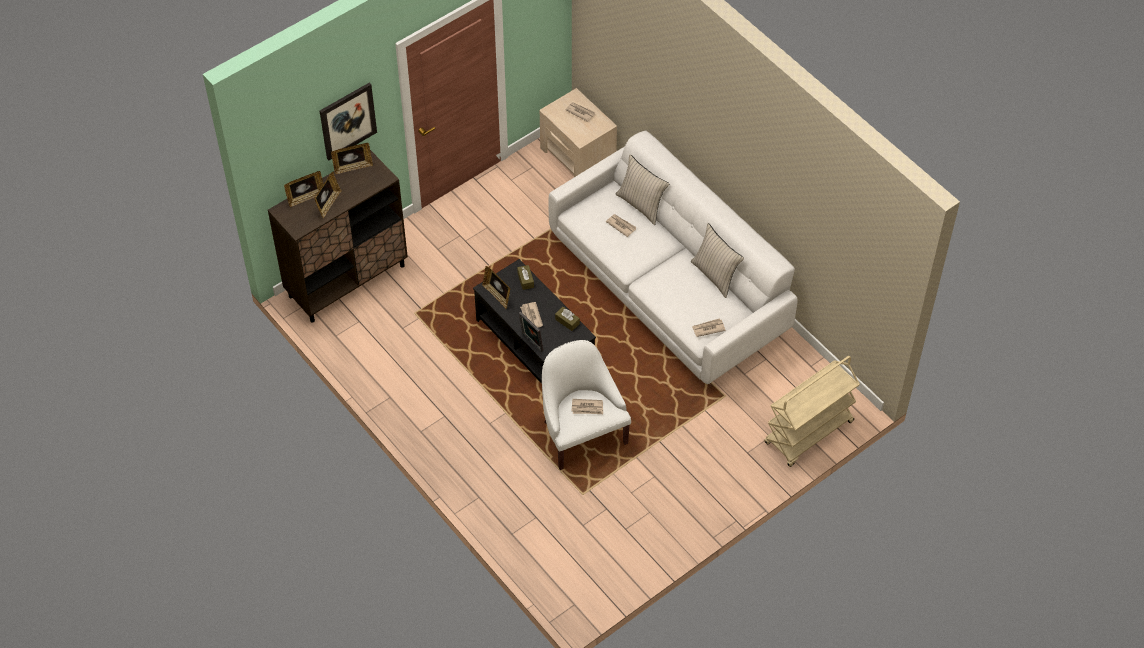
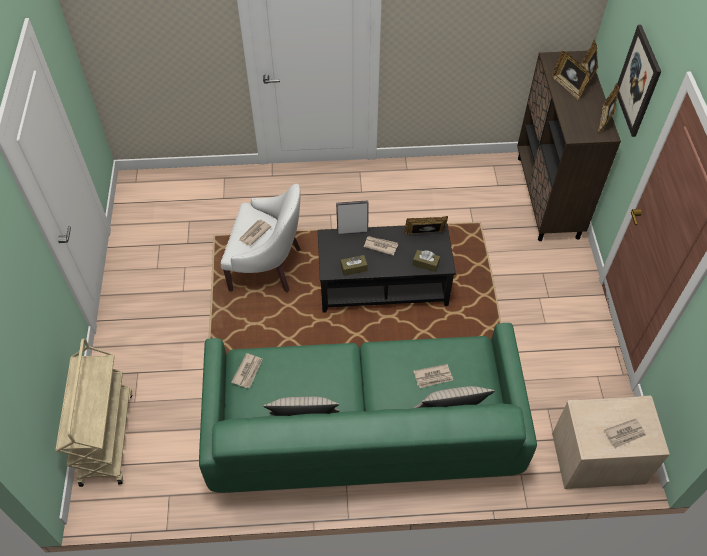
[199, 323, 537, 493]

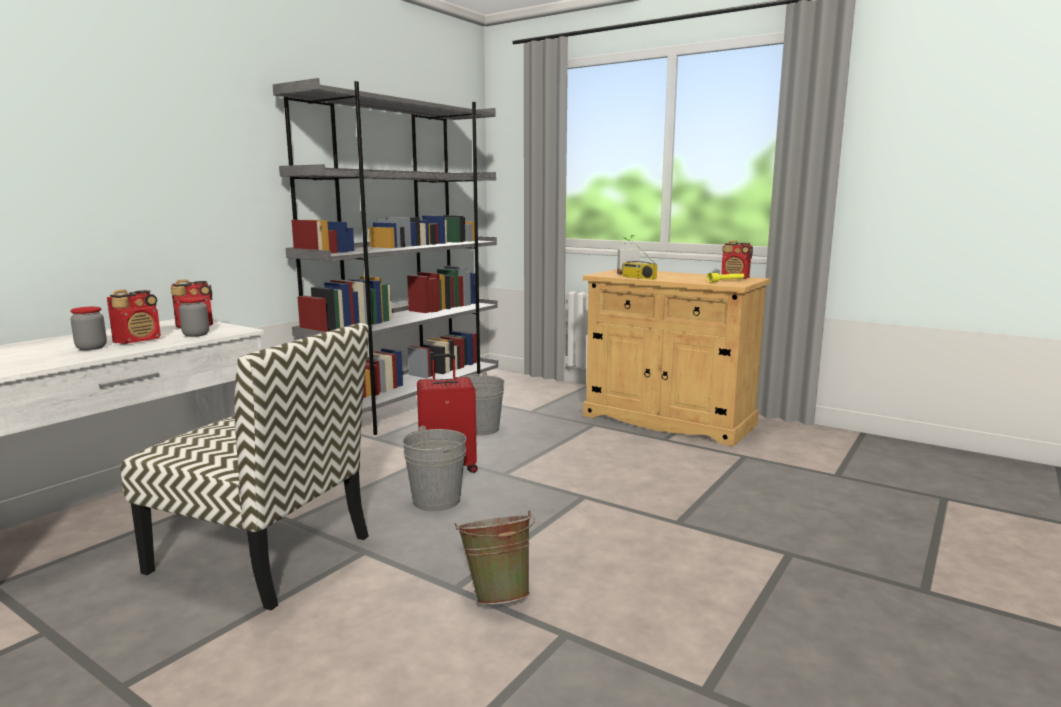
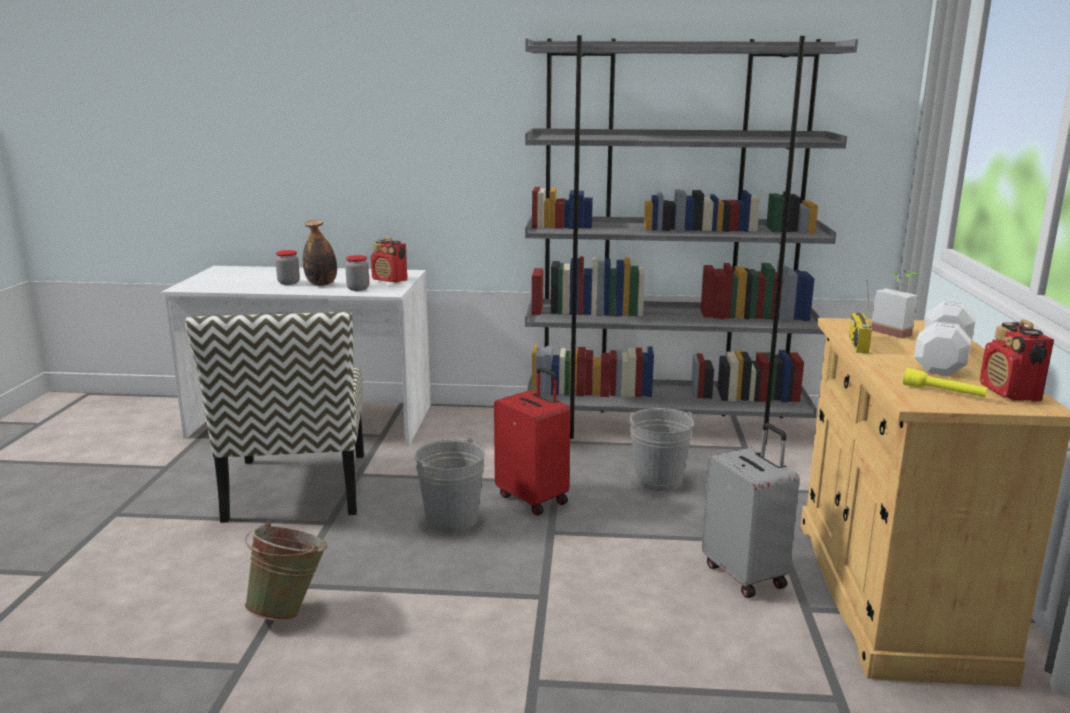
[303, 220, 337, 286]
[702, 423, 800, 598]
[914, 301, 976, 376]

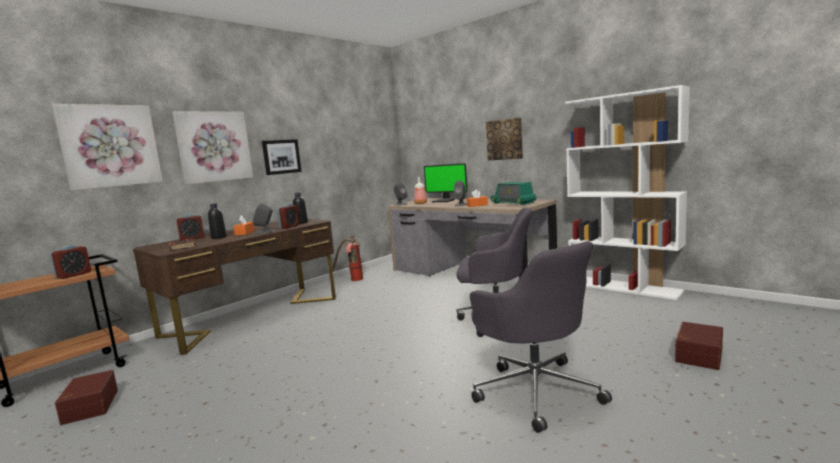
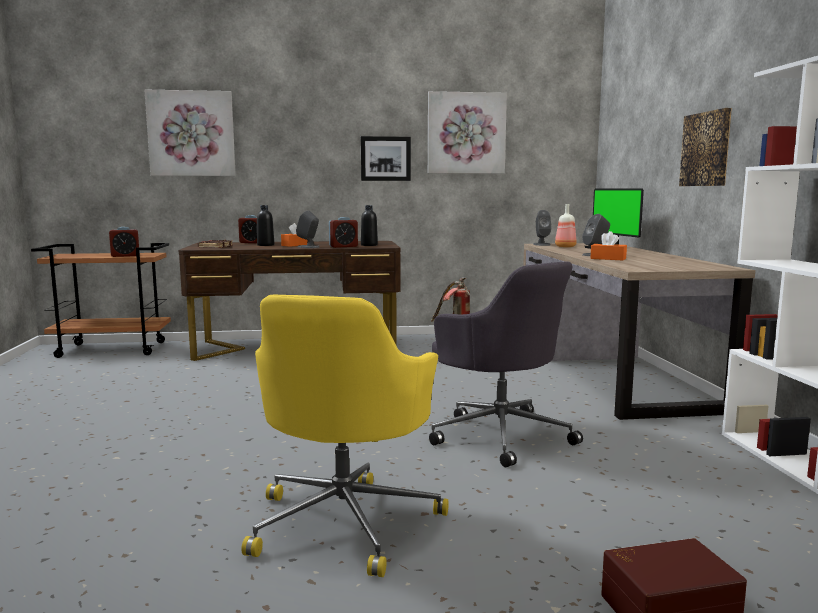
[55, 370, 118, 425] (first image)
[428, 91, 507, 174]
[242, 295, 449, 577]
[490, 182, 536, 205] (first image)

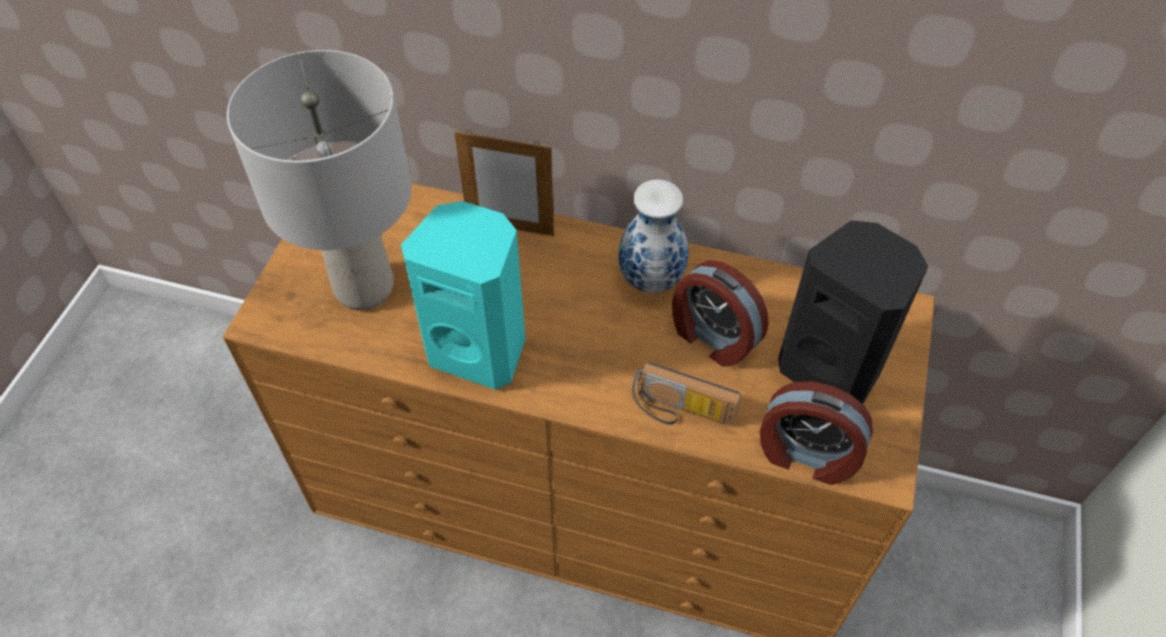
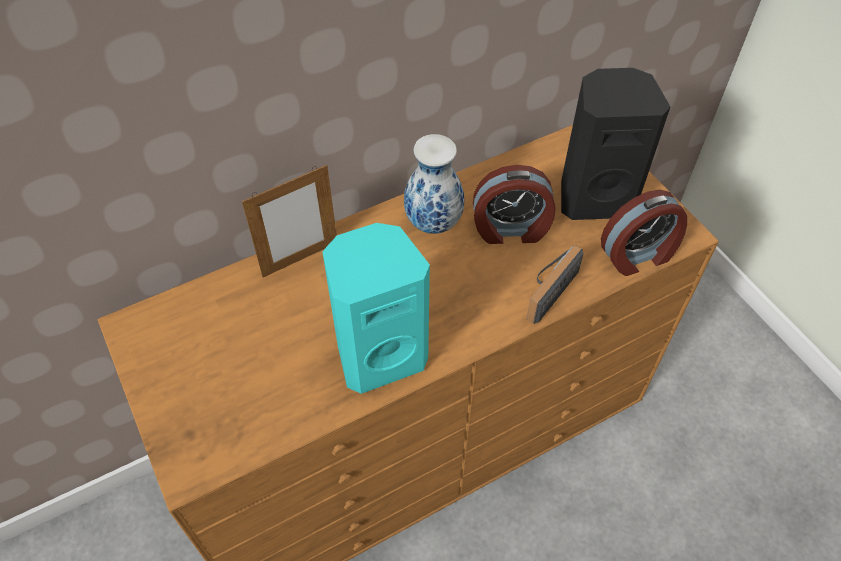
[227, 50, 412, 311] (first image)
[526, 245, 584, 324]

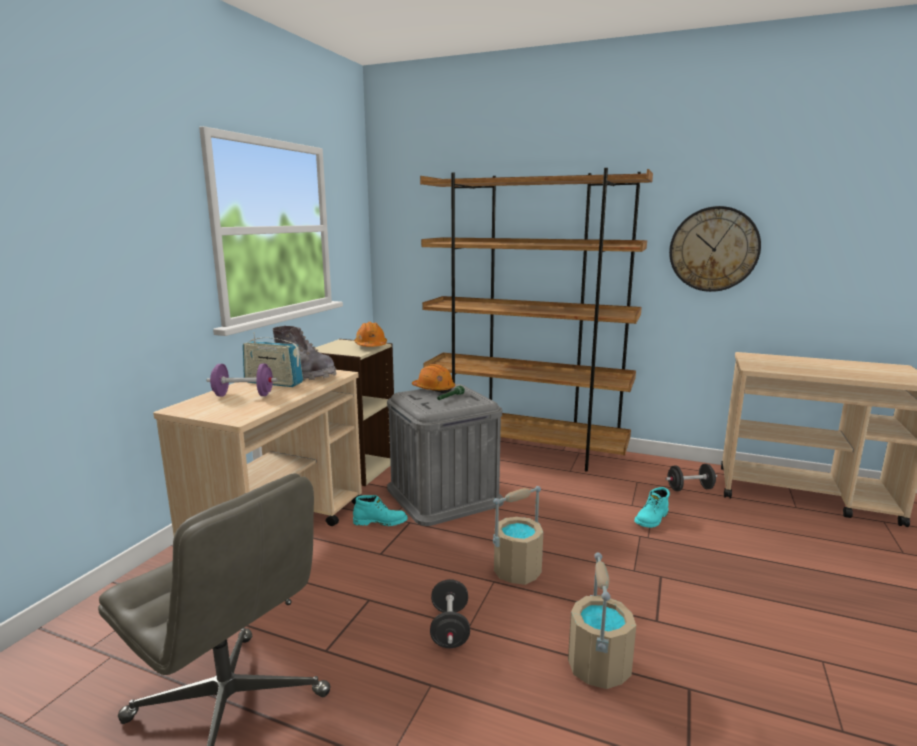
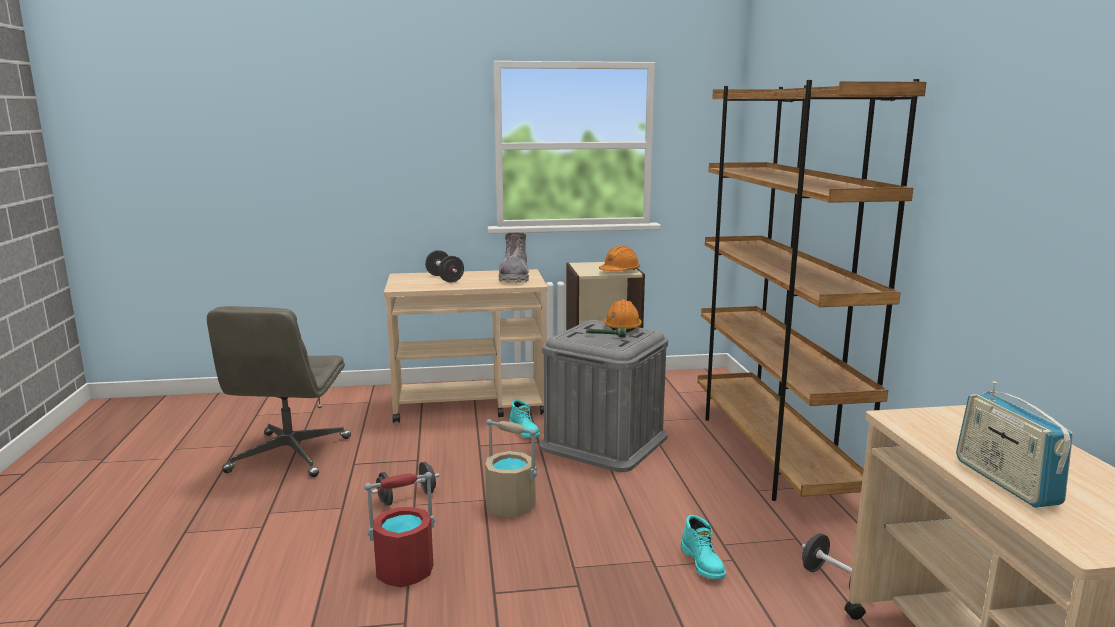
[425, 250, 464, 282]
[956, 381, 1073, 508]
[364, 472, 435, 587]
[681, 515, 726, 579]
[669, 206, 761, 292] (first image)

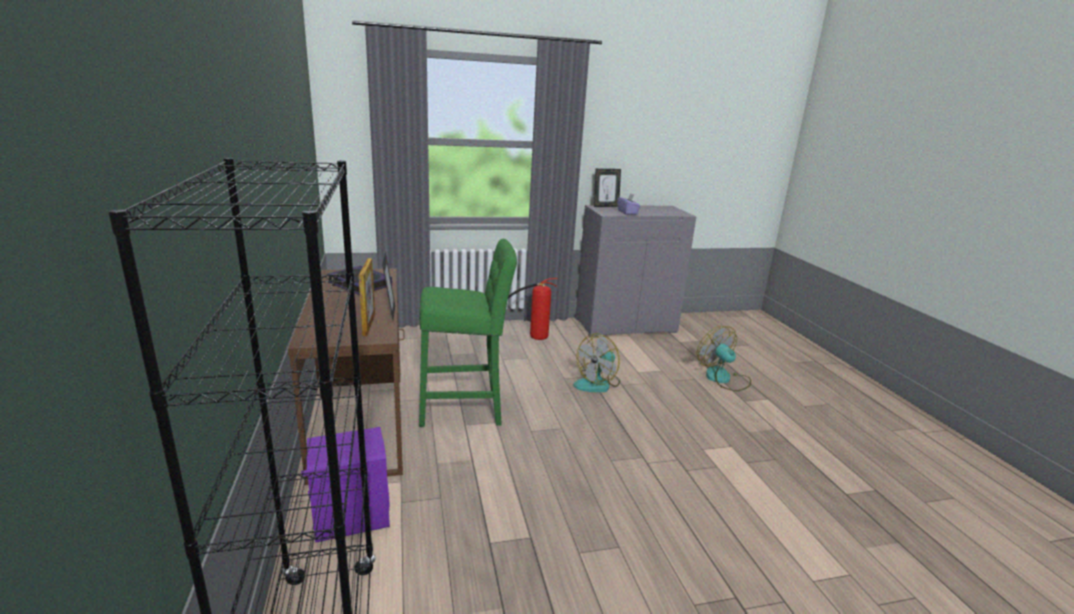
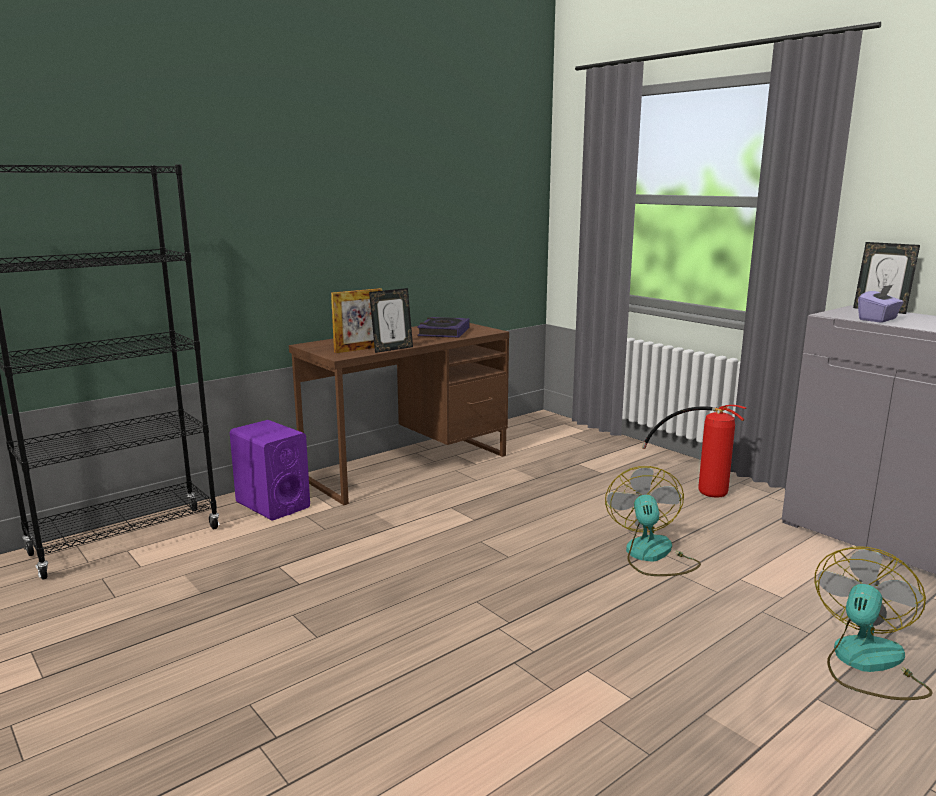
[419, 239, 517, 427] (first image)
[605, 466, 701, 576]

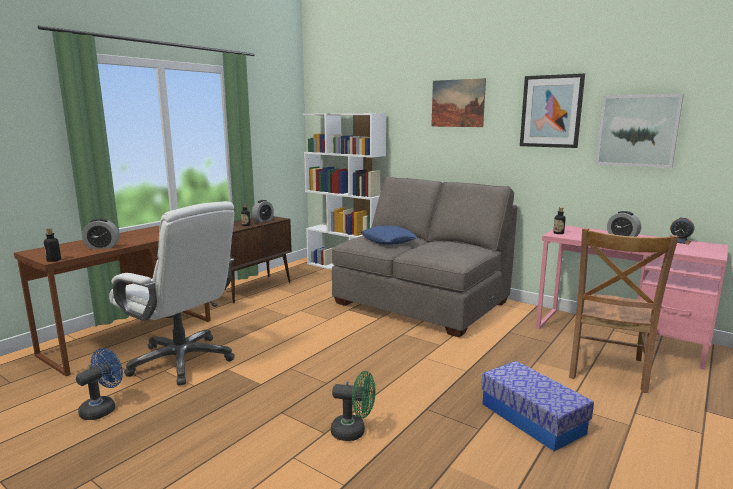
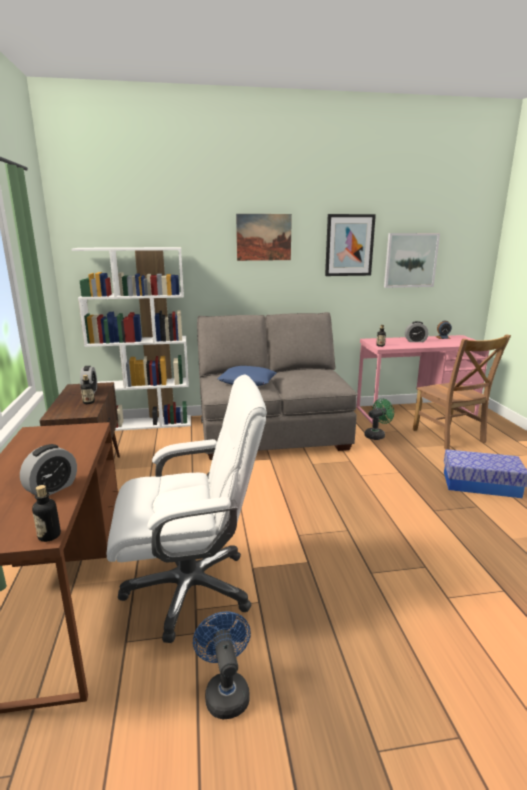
[364, 398, 394, 440]

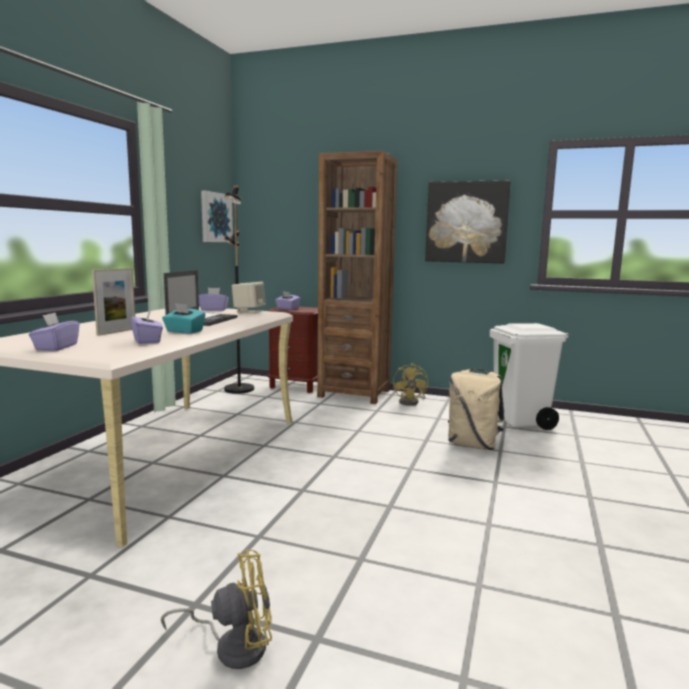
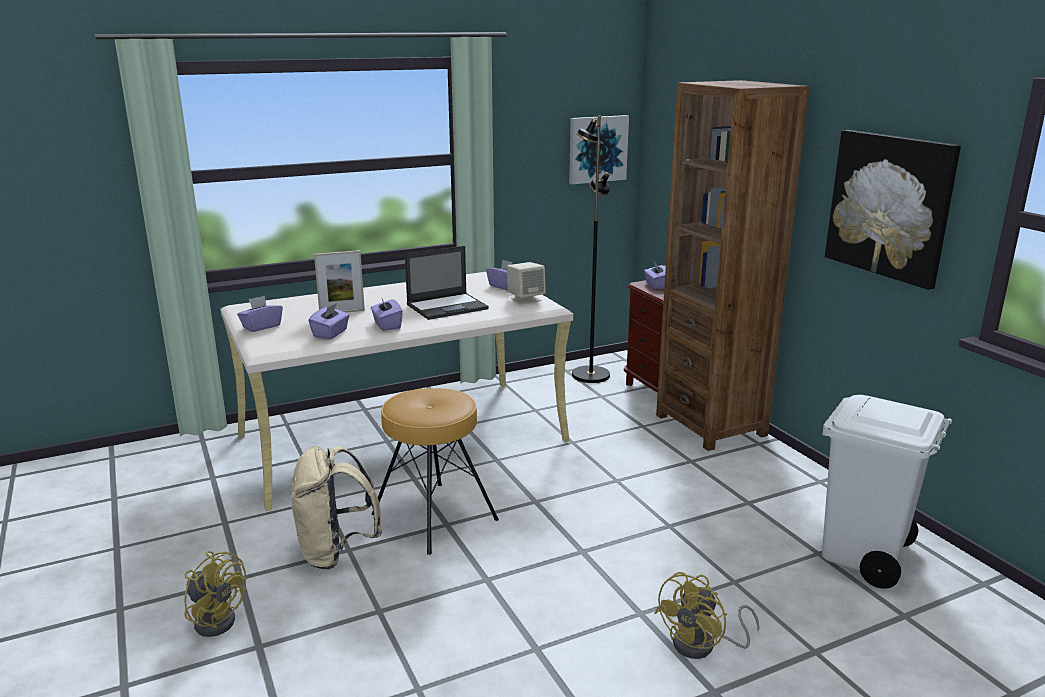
[371, 299, 403, 331]
[655, 572, 759, 659]
[291, 446, 382, 569]
[372, 388, 499, 555]

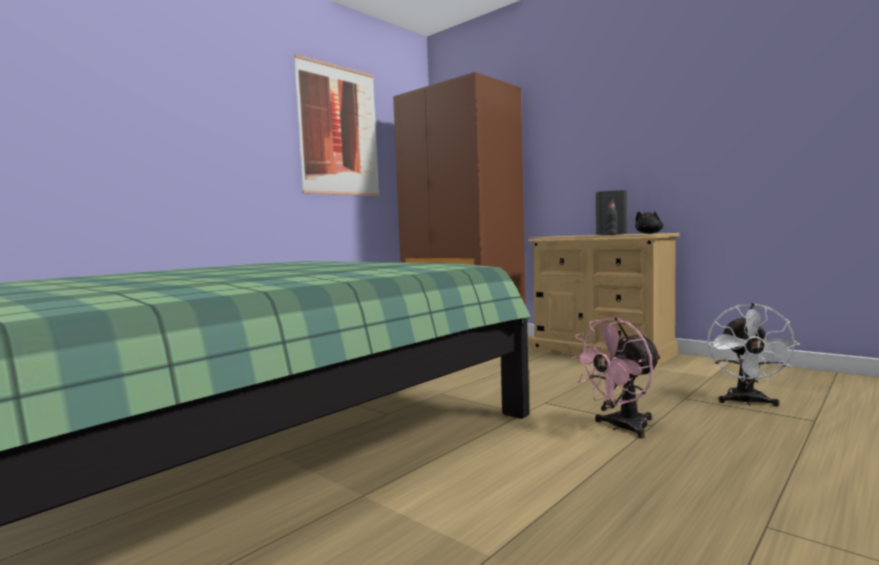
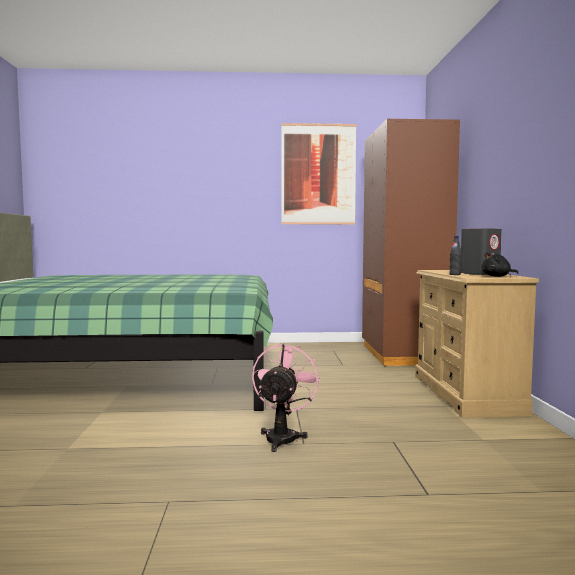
[252, 343, 320, 452]
[707, 303, 800, 407] (first image)

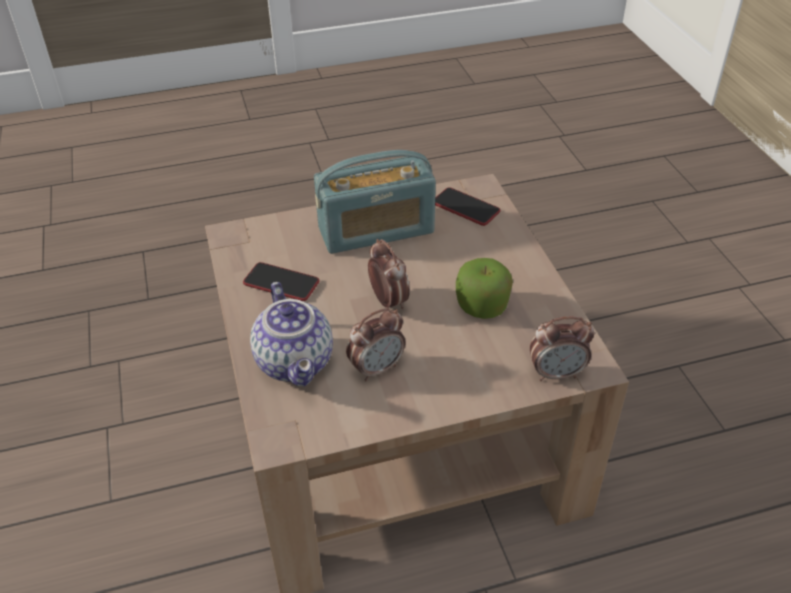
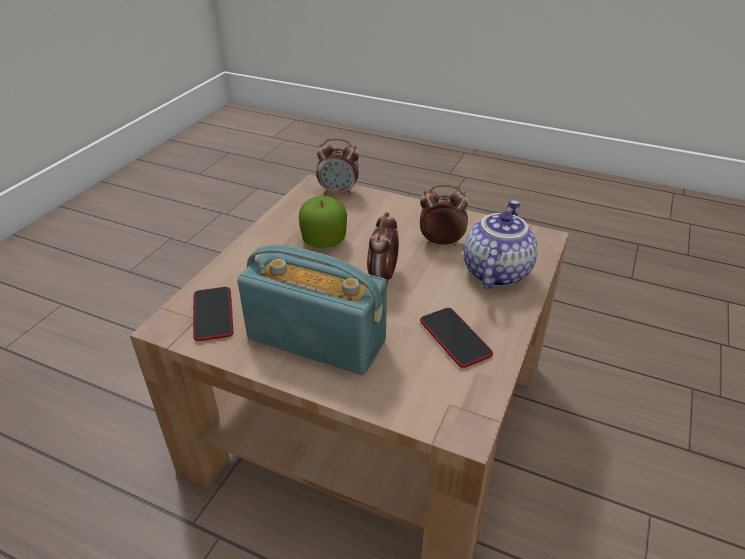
[317, 138, 359, 195]

